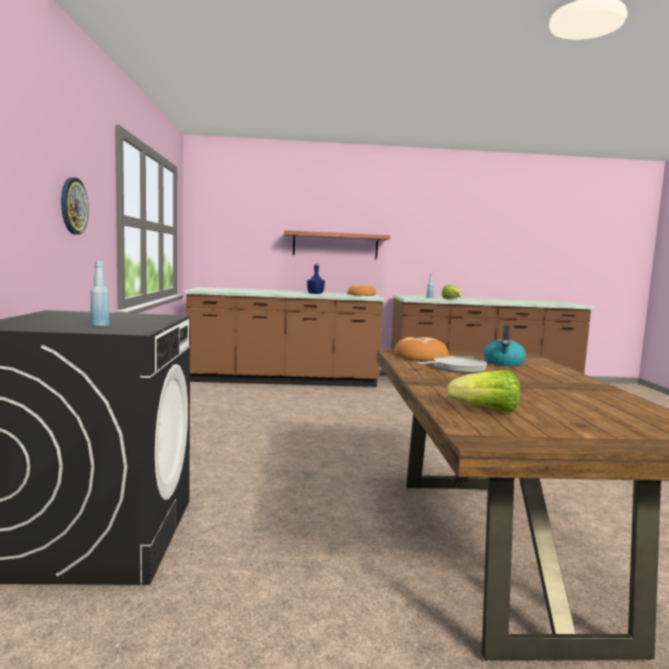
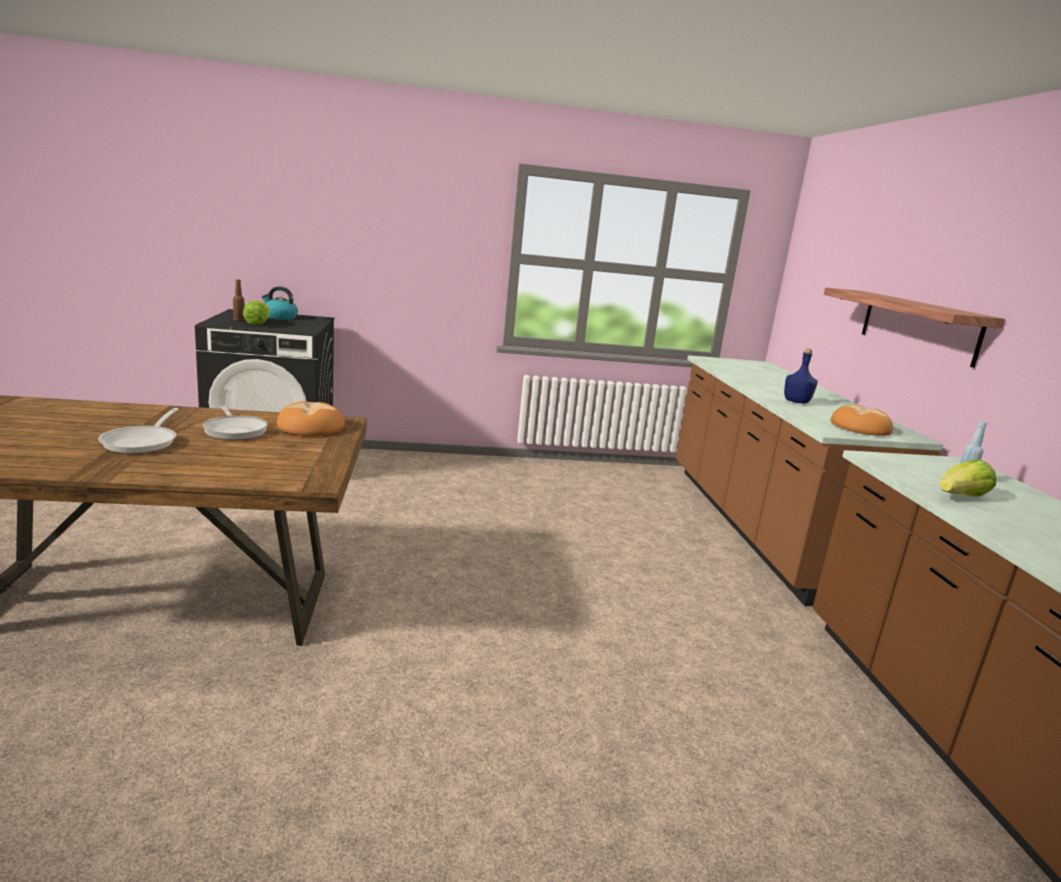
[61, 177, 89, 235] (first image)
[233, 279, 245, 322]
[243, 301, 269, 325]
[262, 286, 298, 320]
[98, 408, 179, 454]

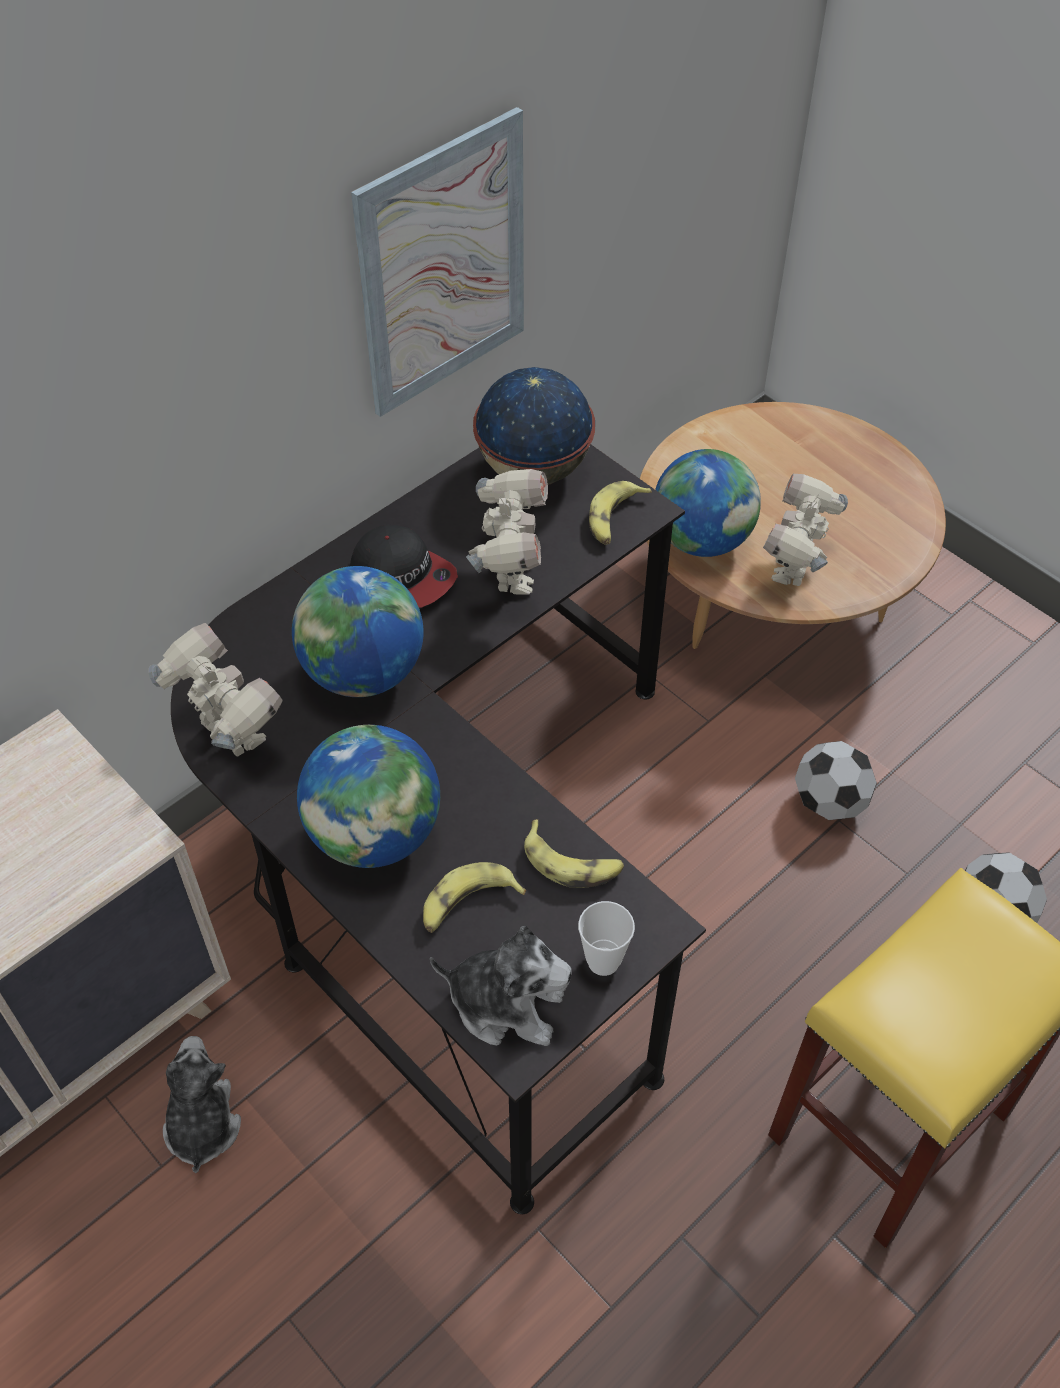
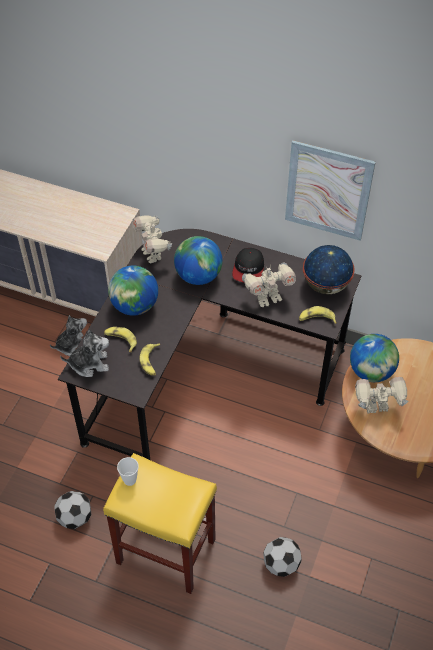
[132, 215, 172, 264]
[60, 330, 109, 377]
[117, 457, 139, 486]
[55, 491, 91, 529]

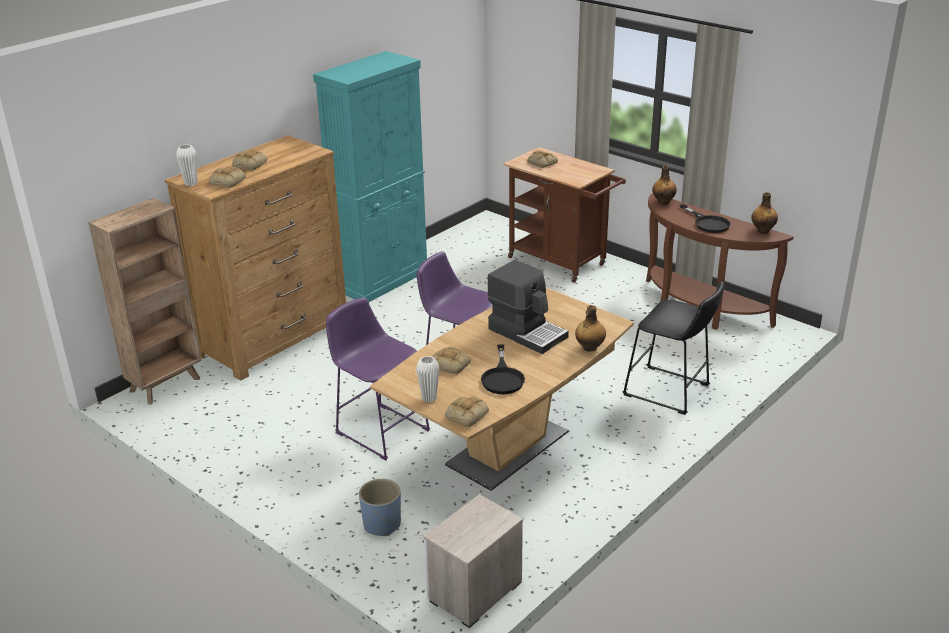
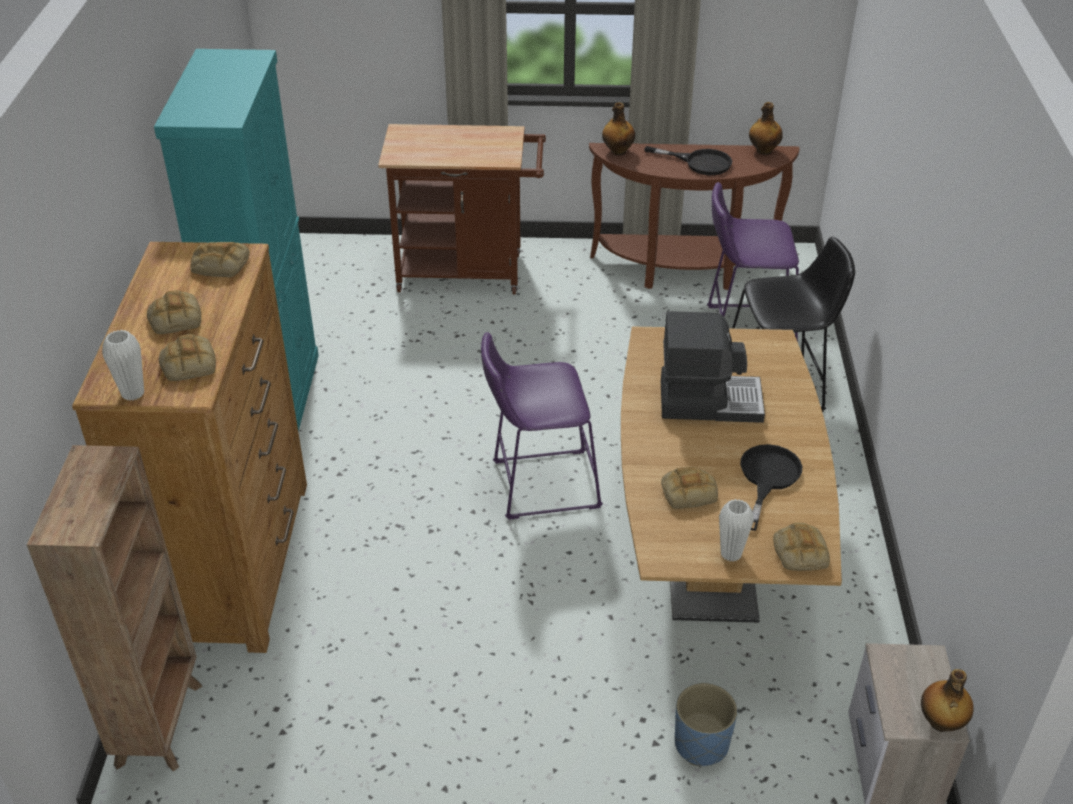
[707, 182, 799, 342]
[740, 444, 802, 531]
[190, 242, 250, 277]
[921, 669, 974, 732]

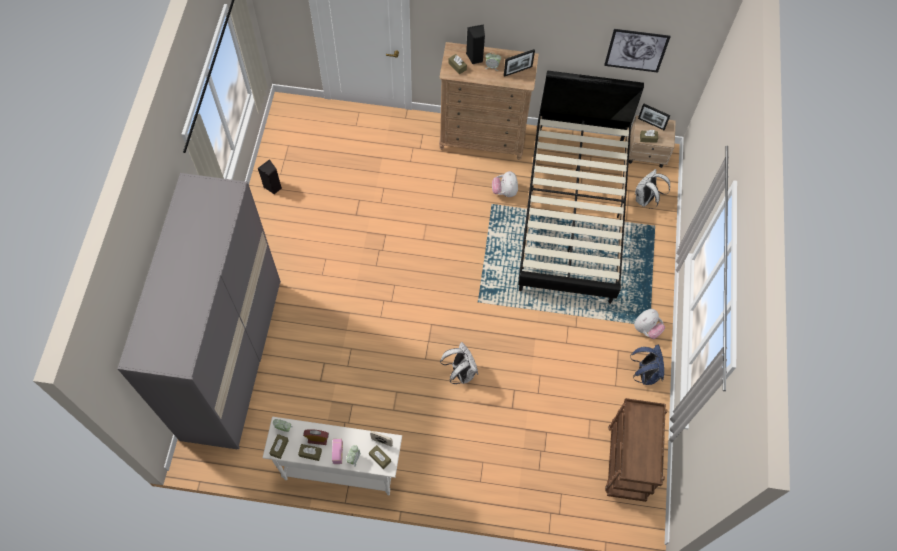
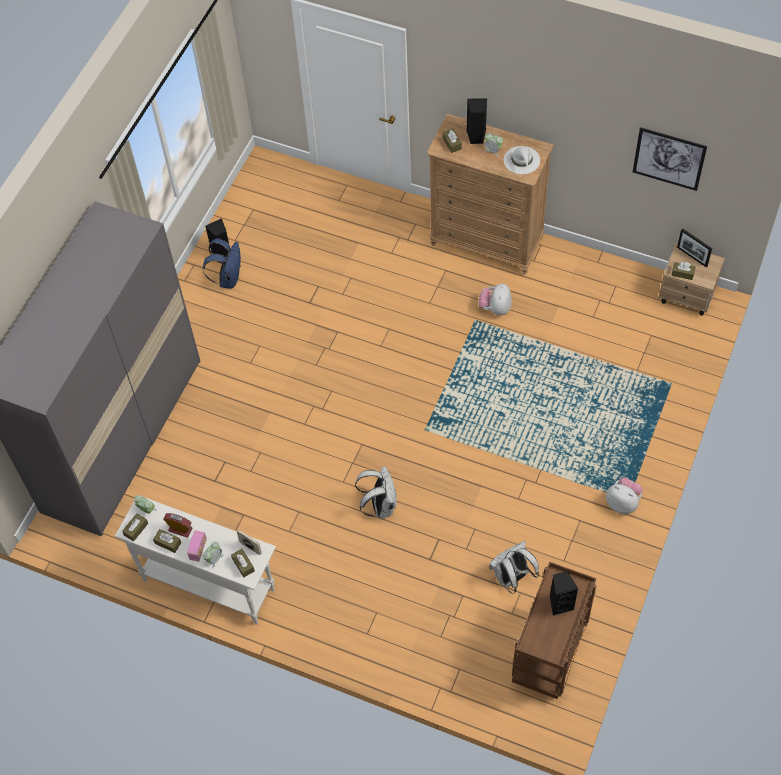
[504, 146, 540, 174]
[518, 71, 644, 304] (first image)
[202, 238, 241, 289]
[606, 477, 643, 514]
[489, 541, 539, 594]
[550, 571, 578, 616]

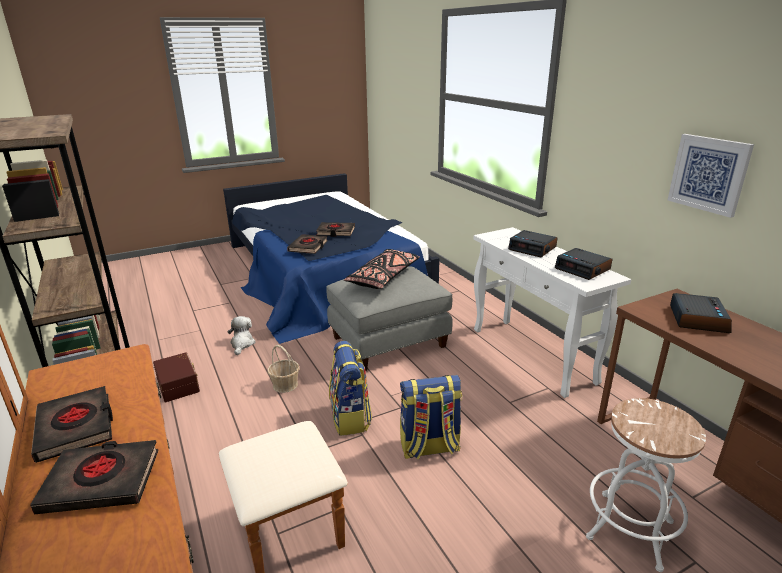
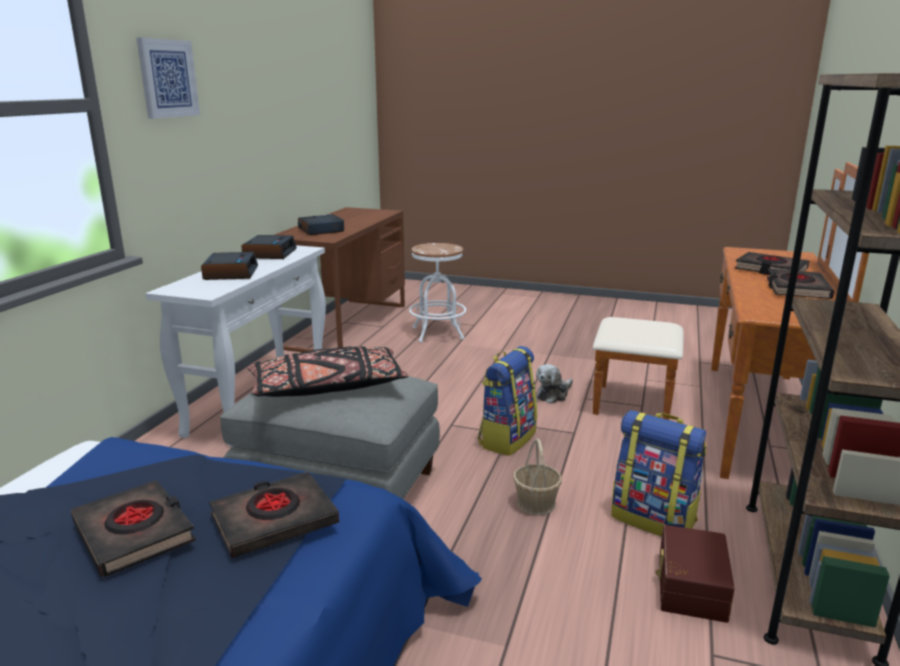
[536, 364, 573, 404]
[611, 410, 707, 537]
[137, 38, 200, 119]

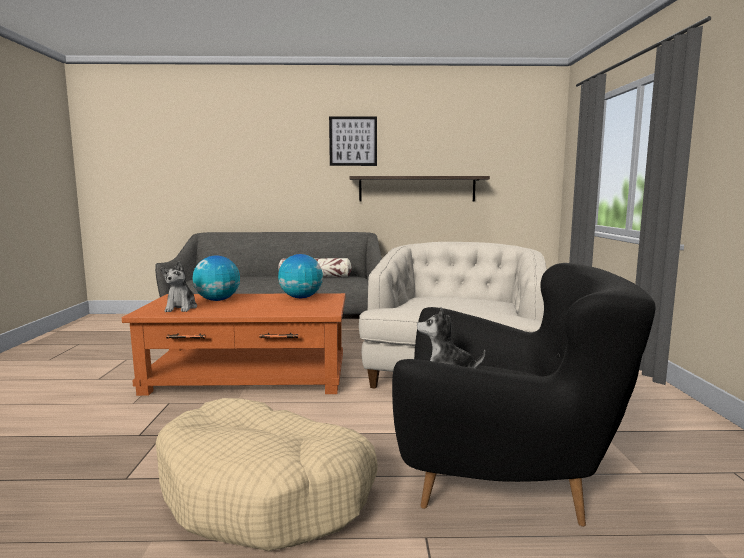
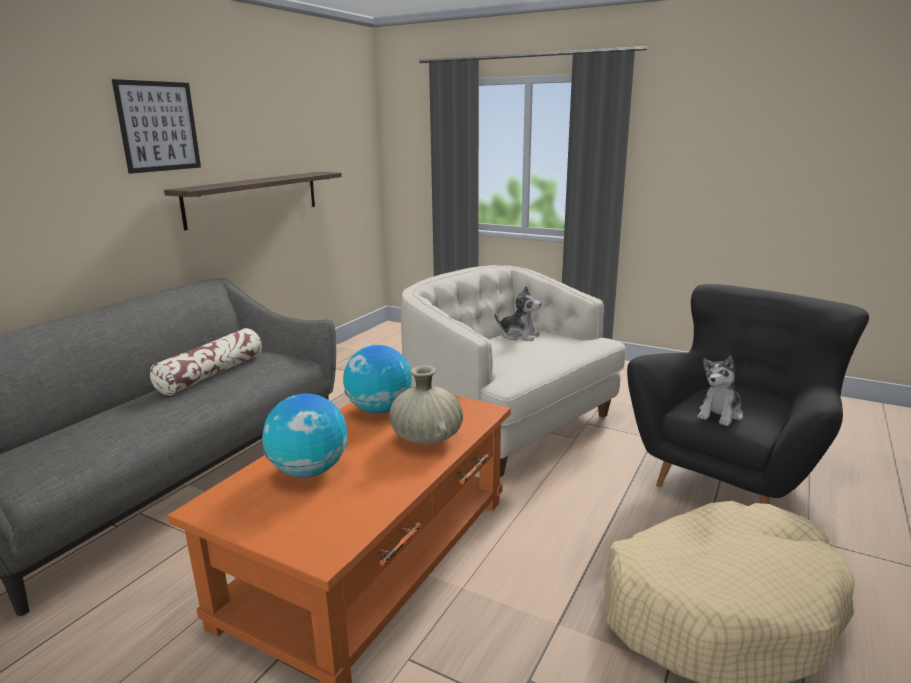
[494, 286, 541, 341]
[389, 365, 463, 445]

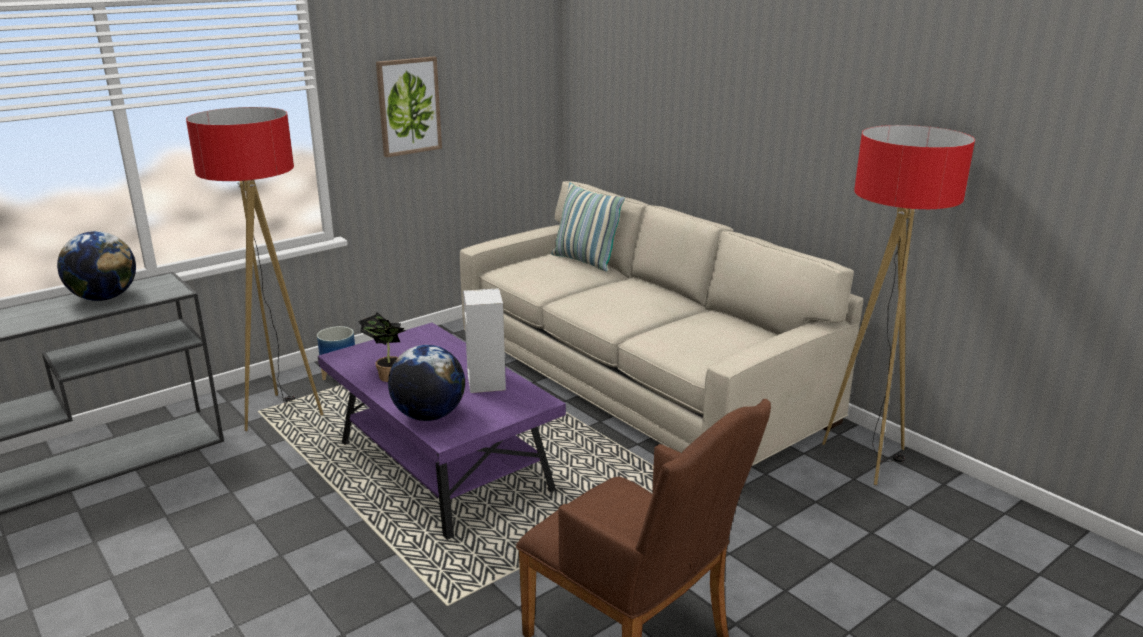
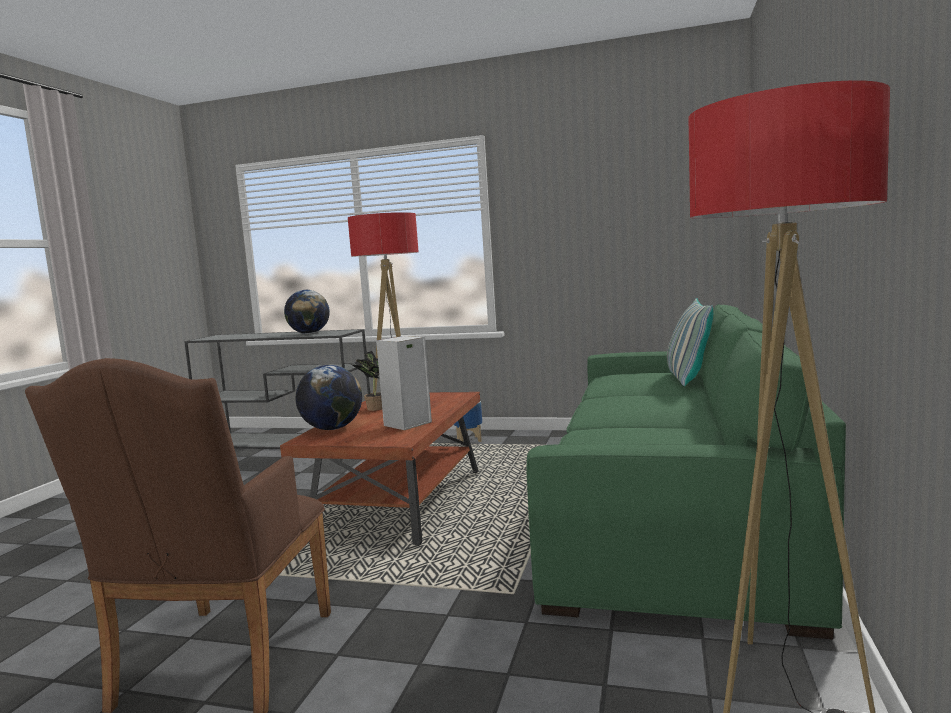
[280, 392, 480, 546]
[376, 57, 442, 157] (first image)
[526, 304, 846, 640]

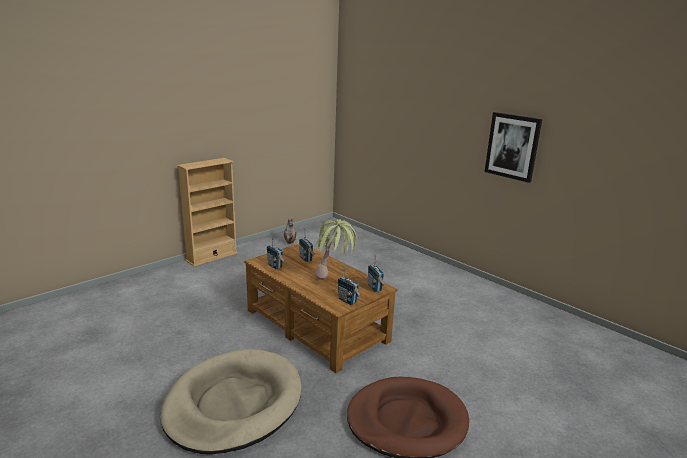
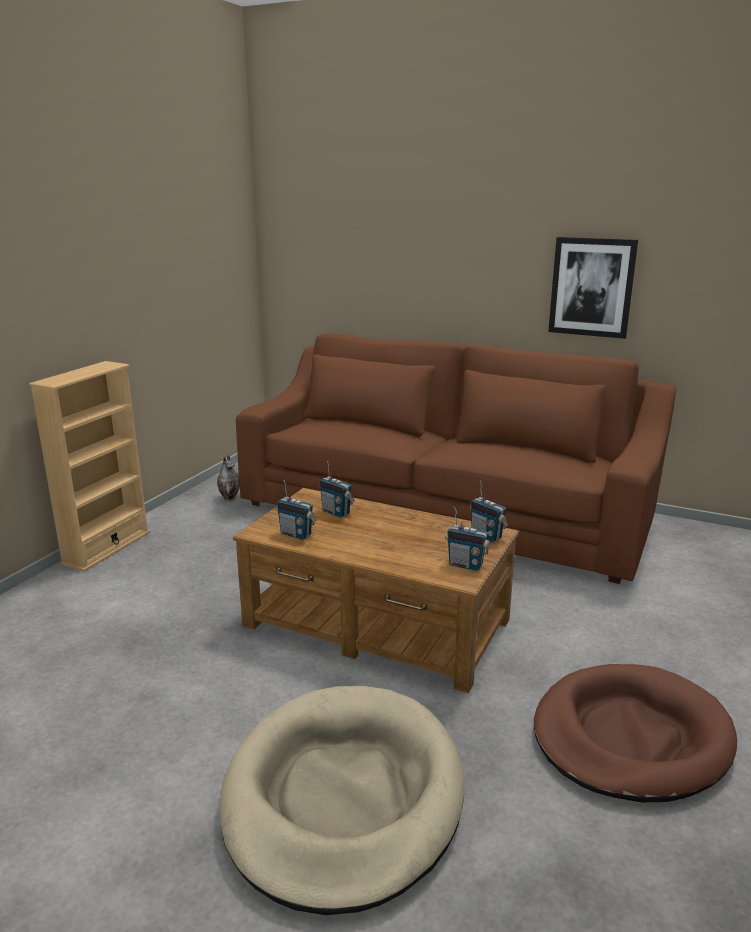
[314, 219, 357, 280] (first image)
[236, 333, 677, 584]

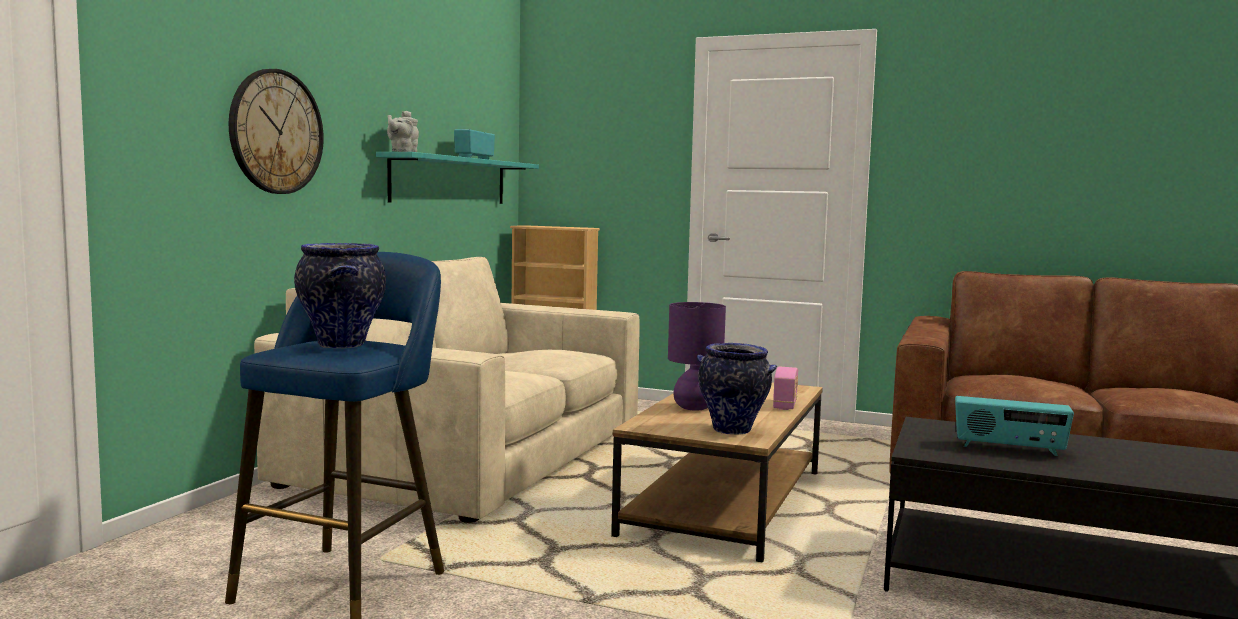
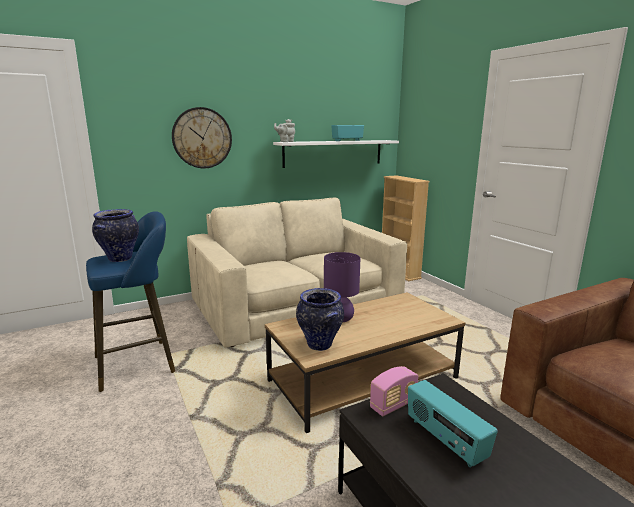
[273, 140, 399, 168]
[370, 366, 418, 416]

